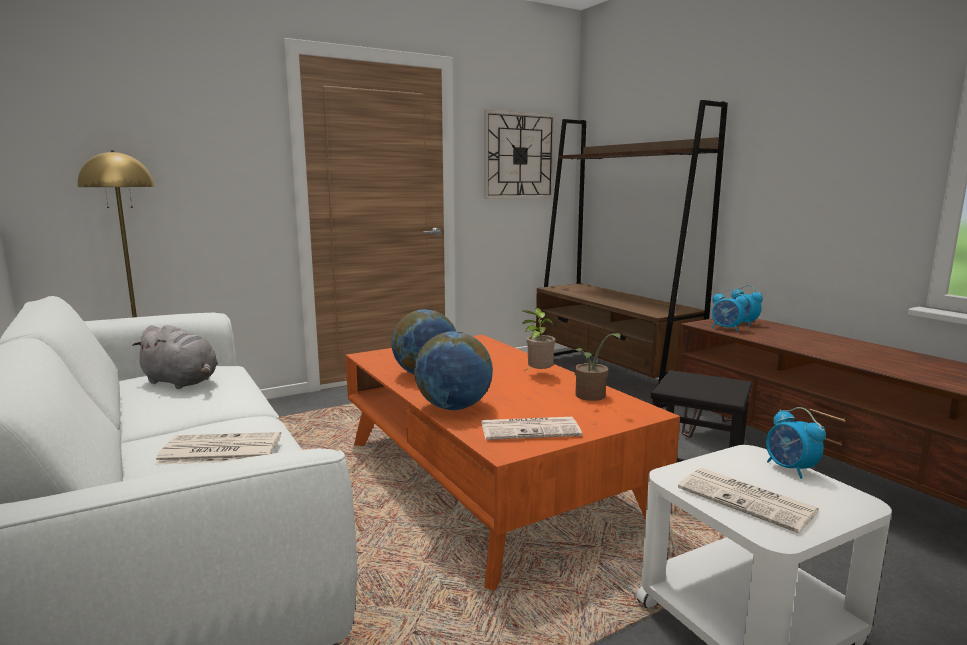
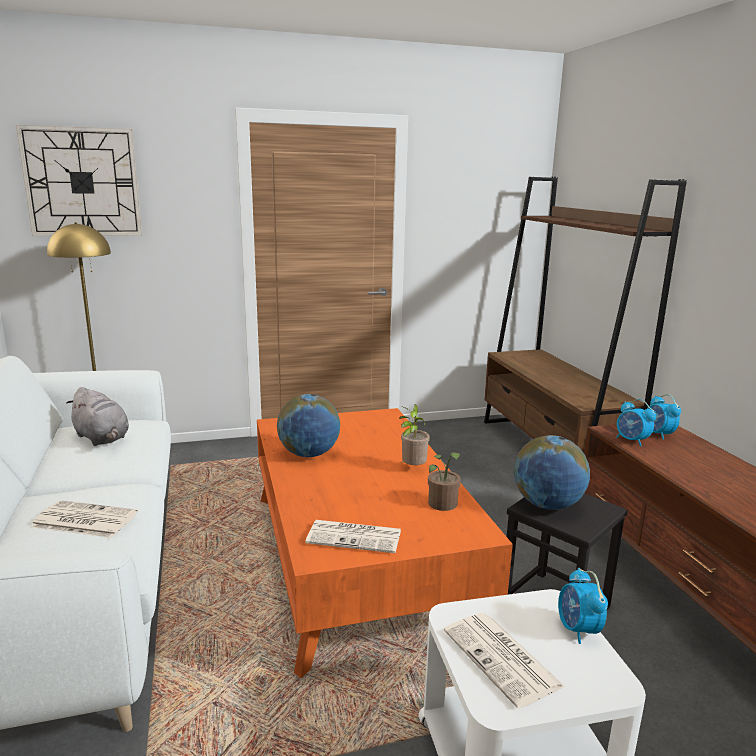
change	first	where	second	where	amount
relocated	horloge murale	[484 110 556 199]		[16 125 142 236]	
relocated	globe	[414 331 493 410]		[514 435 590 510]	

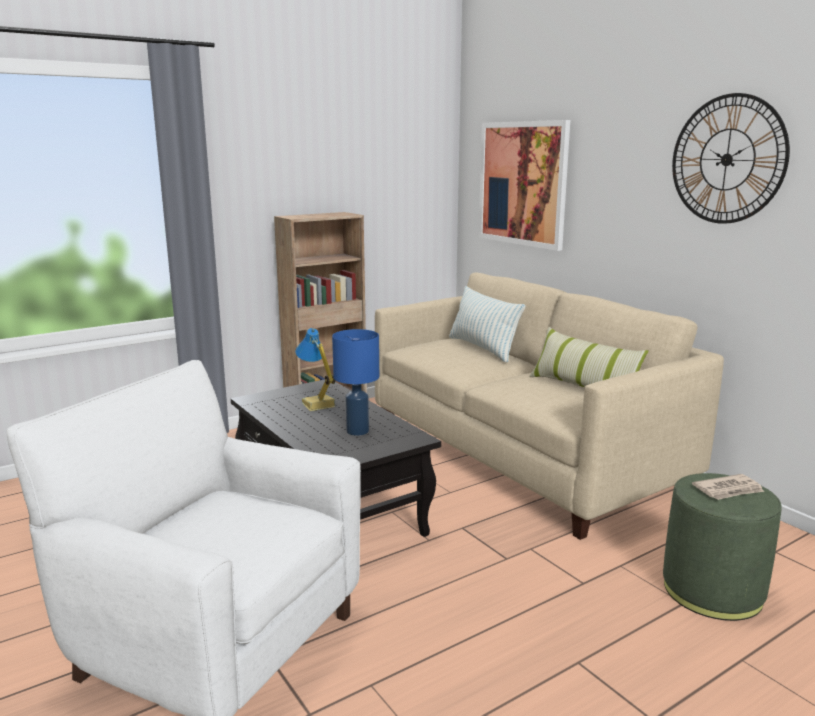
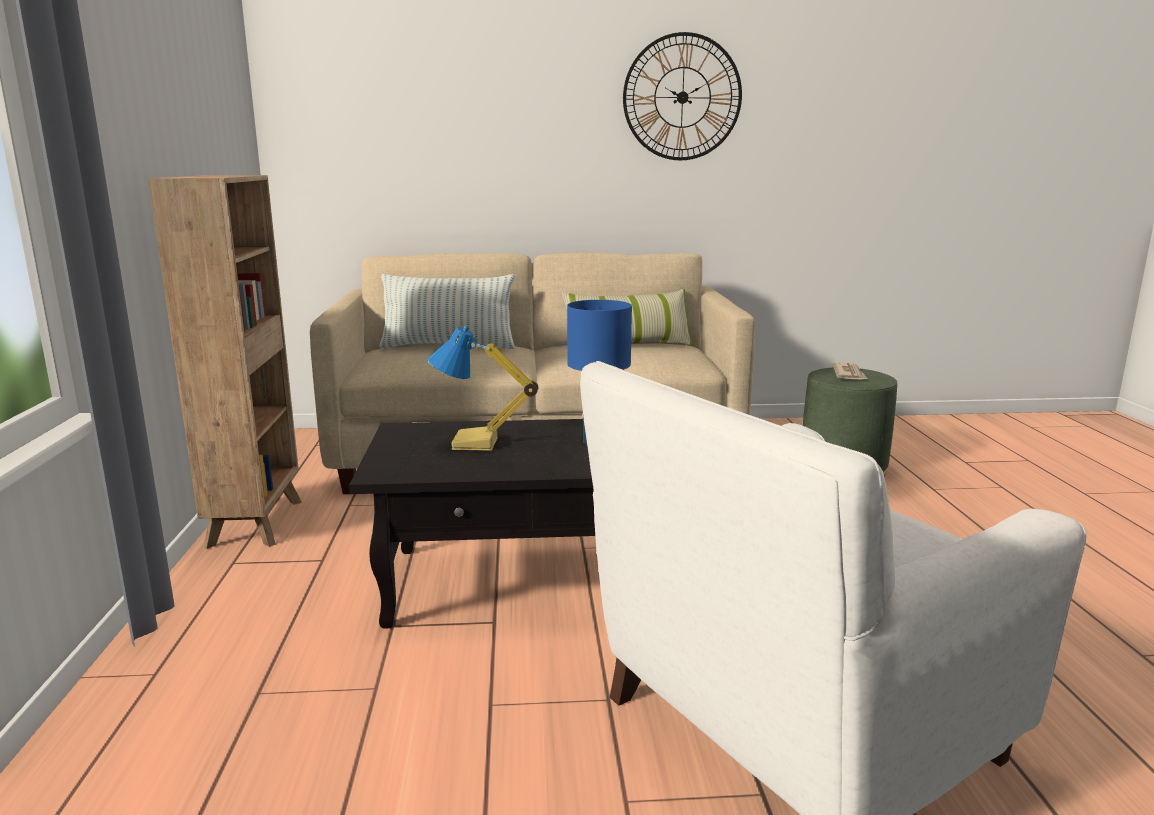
change	first	where	second	where	amount
missing	tableau	[479 120 570 251]			

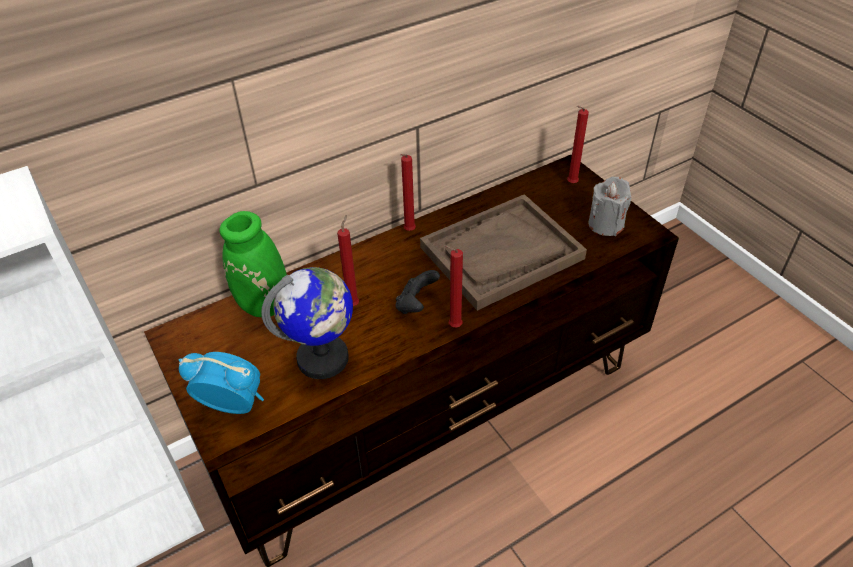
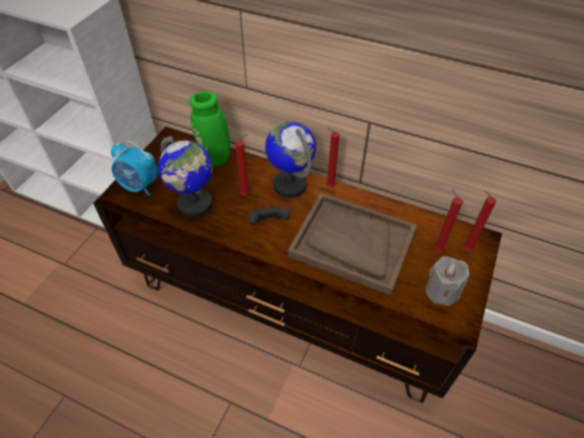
change	first	where	second	where	amount
spun	réveil	[179 352 264 414]		[111 141 158 196]	135 degrees clockwise
appeared			globe	[265 121 316 198]	
relocated	bougie (rouge)	[444 245 463 328]		[434 189 463 252]	

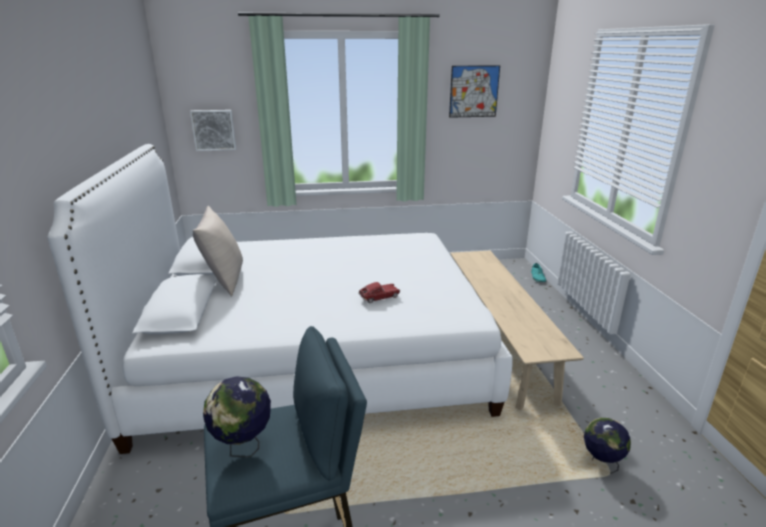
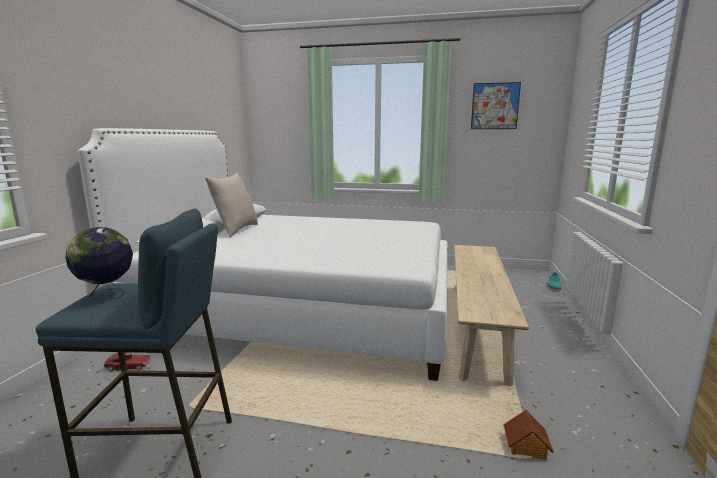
change	first	where	second	where	amount
relocated	petite voiture	[358 282 400 303]		[104 352 151 372]	
exchanged	globe	[584 418 631 474]	maison miniature	[503 410 554 460]	
missing	tableau	[190 110 236 151]			

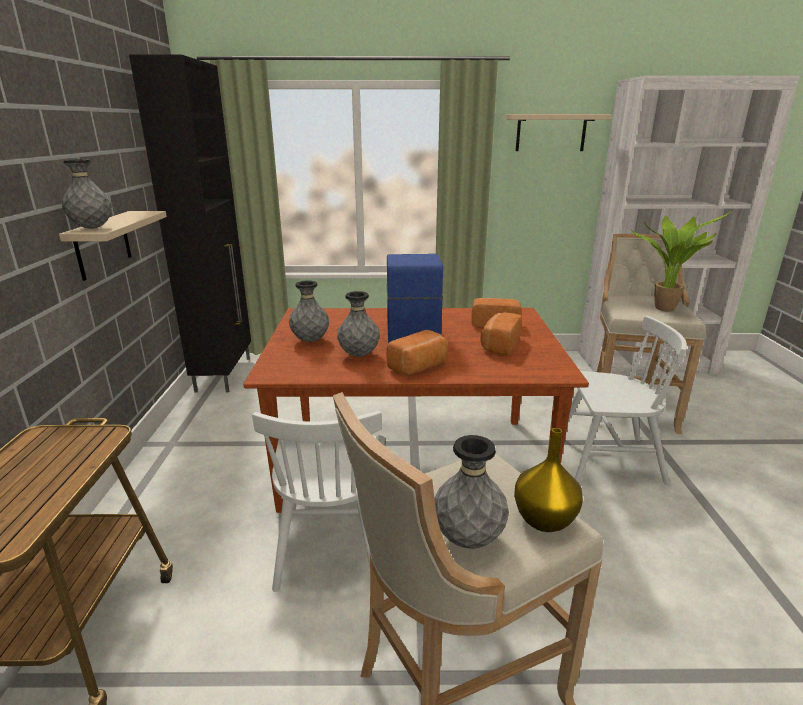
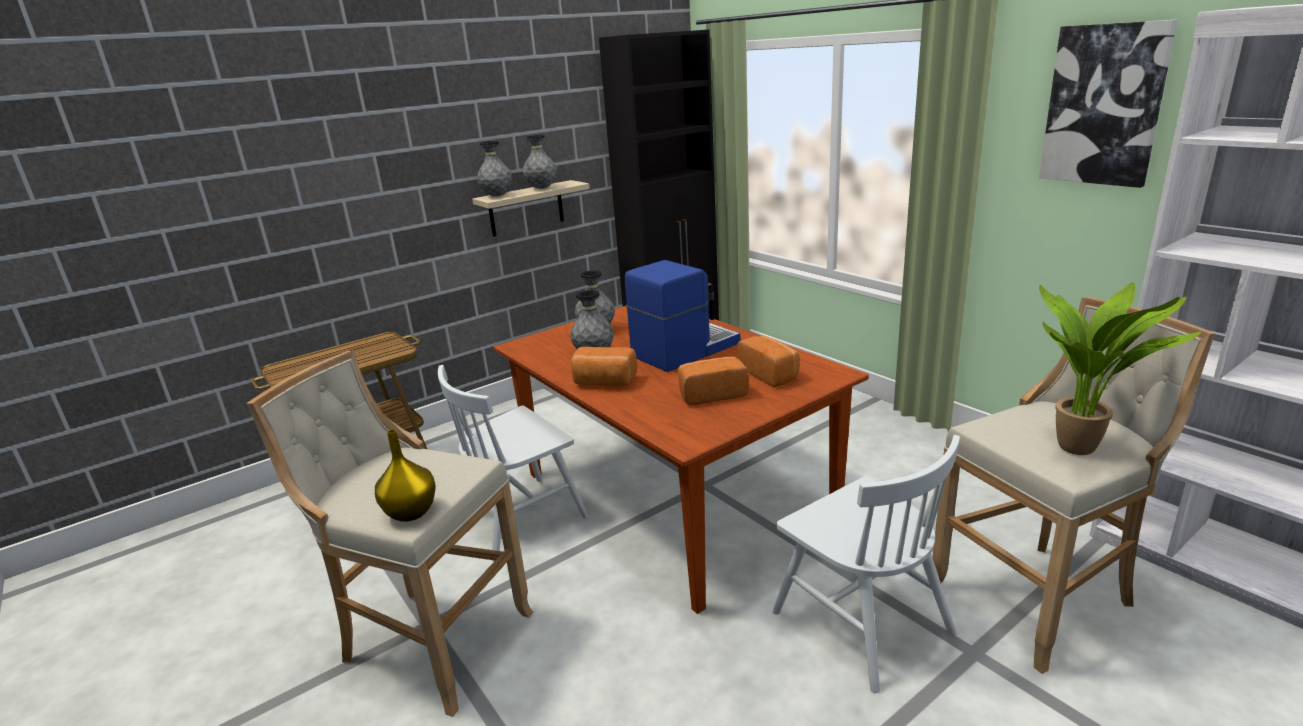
change	first	where	second	where	amount
relocated	vase (gris)	[434 435 509 549]		[523 135 557 189]	
exchanged	étagère (beige)	[505 114 611 151]	tableau	[1039 19 1178 188]	

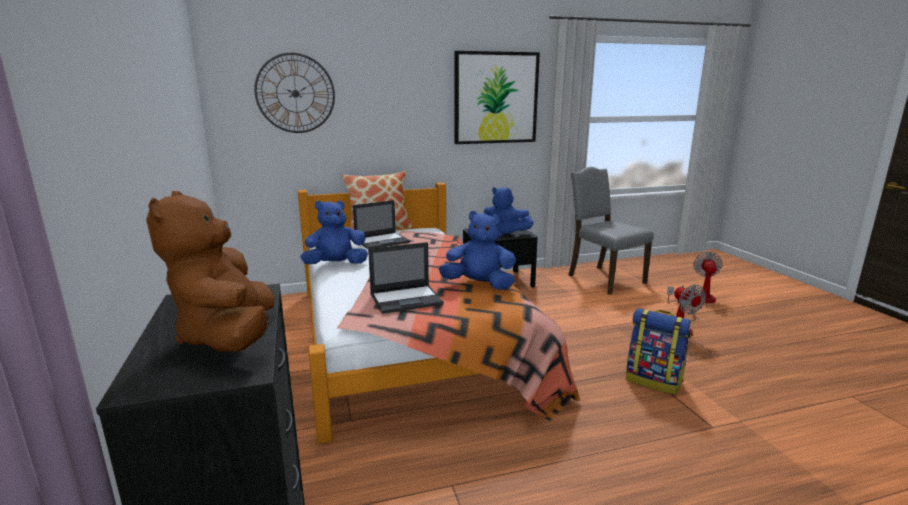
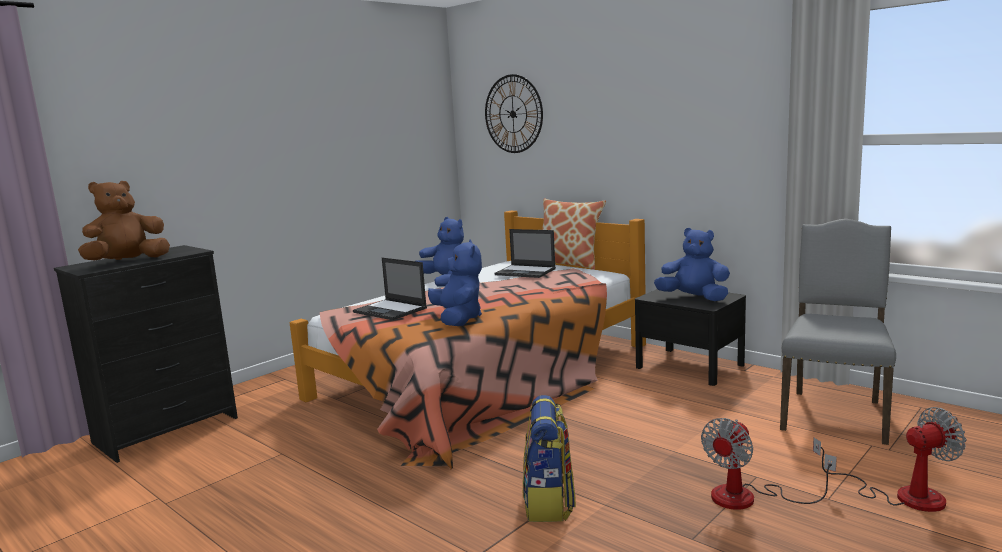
change	first	where	second	where	amount
spun	peluche (bleu)	[484 187 534 237]		[654 228 730 301]	120 degrees clockwise
missing	tableau	[454 51 540 144]			

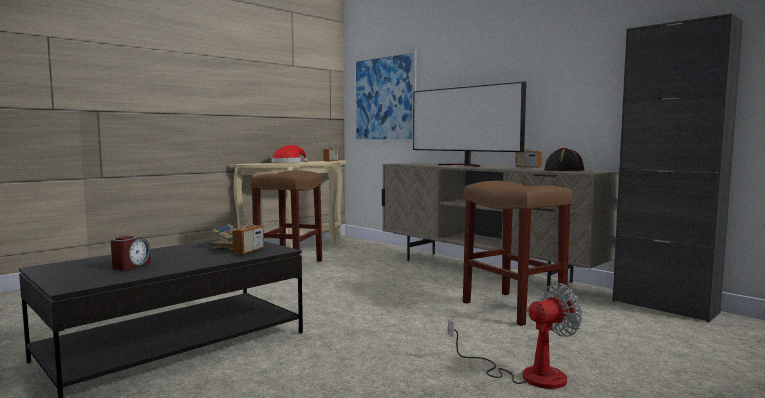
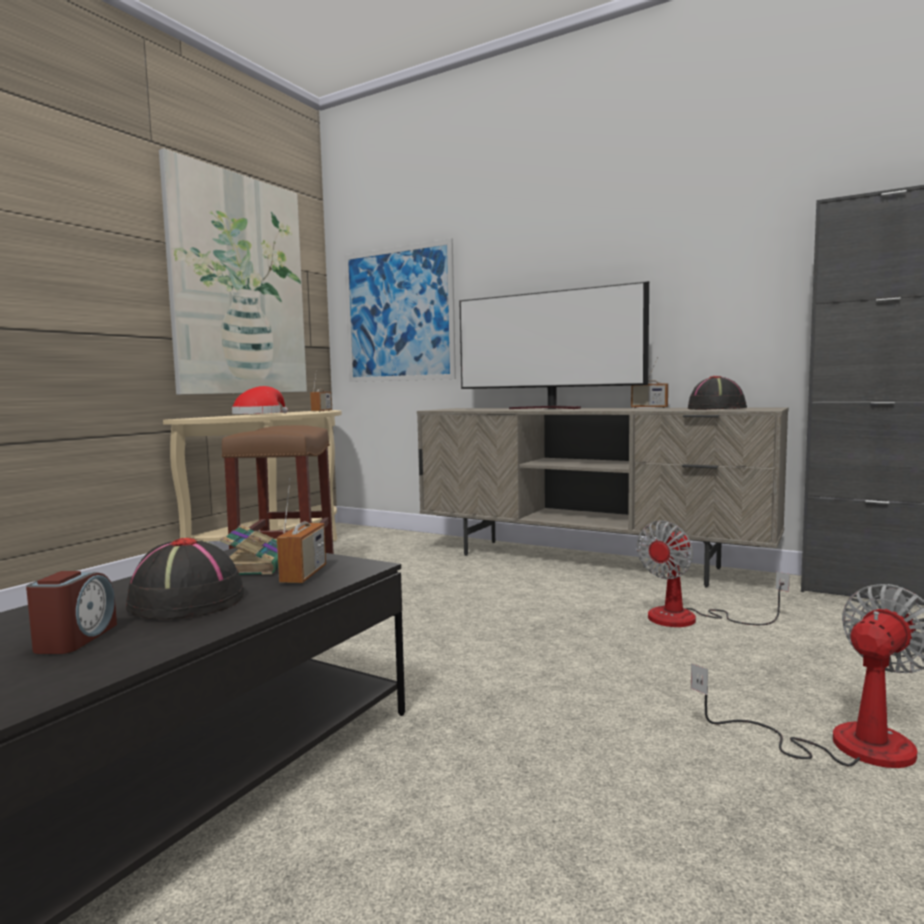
change	first	where	second	where	amount
appeared			chapeau (noir)	[126 538 244 619]	
appeared			tableau	[159 148 307 395]	
exchanged	tabouret (marron)	[463 181 573 326]	ventilateur	[637 520 790 627]	

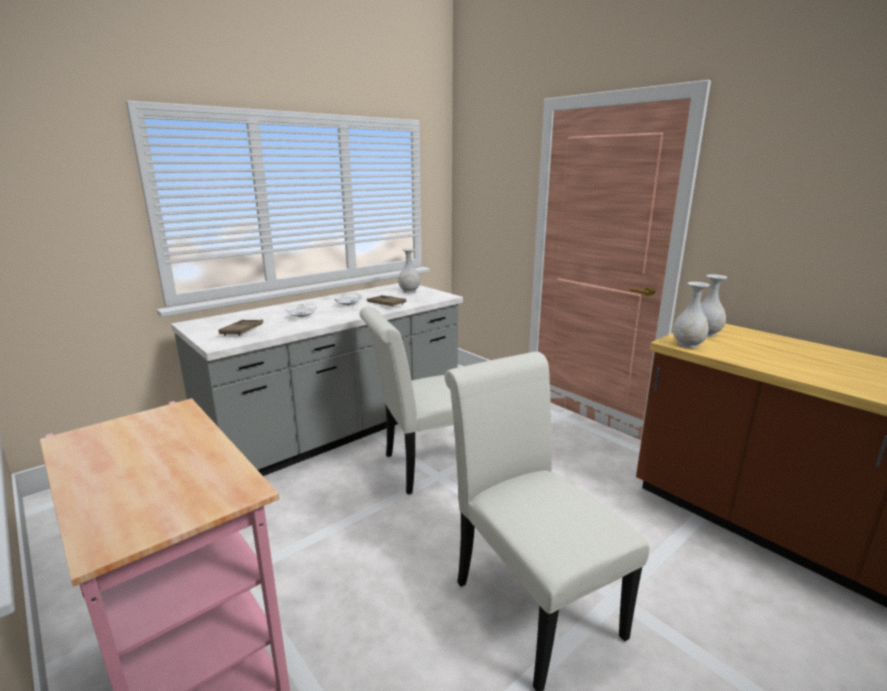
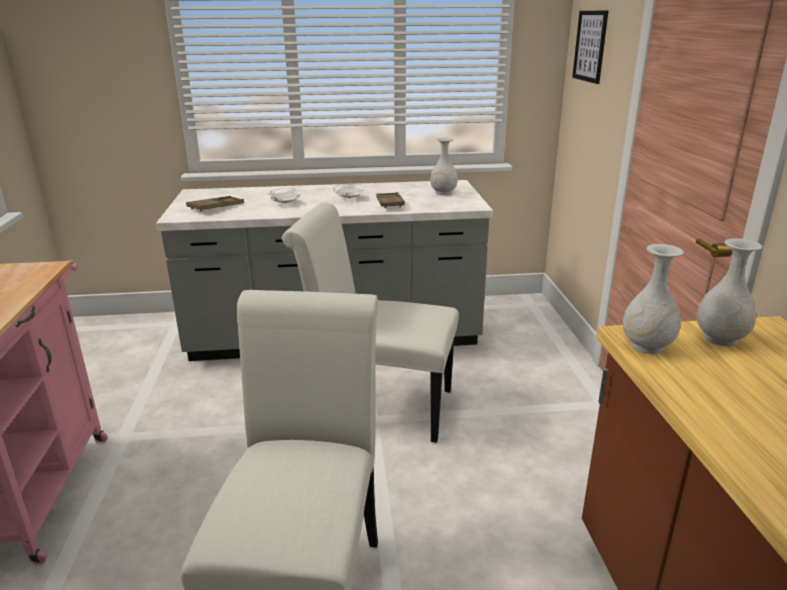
change	first	where	second	where	amount
appeared			tableau	[572 11 608 84]	

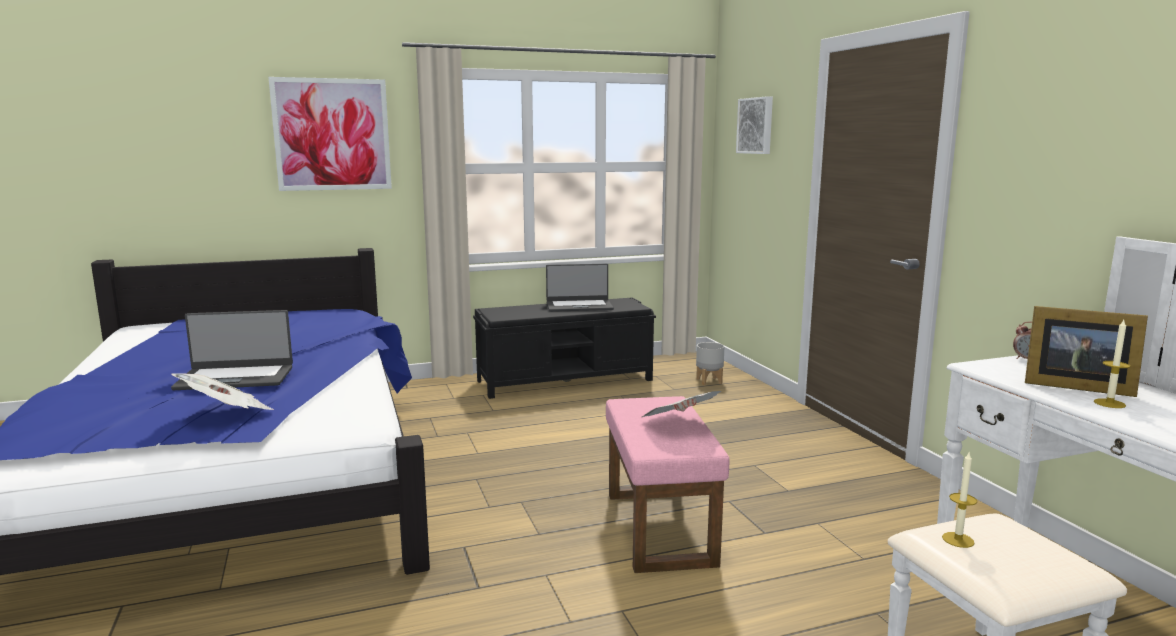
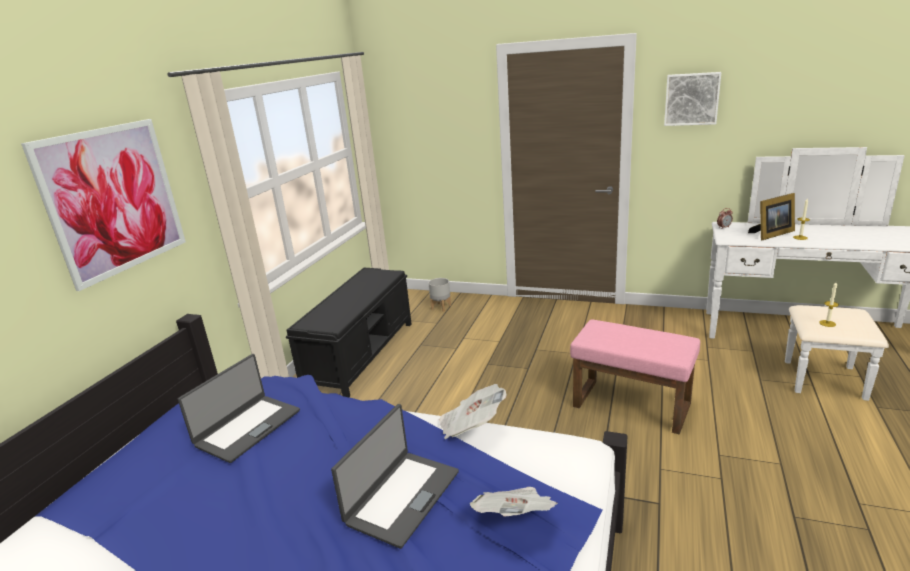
change	first	where	second	where	amount
relocated	ordinateur portable	[546 264 614 312]		[178 354 300 463]	
relocated	journal	[642 391 721 417]		[439 384 506 439]	
relocated	tableau	[736 96 773 154]		[664 72 721 126]	

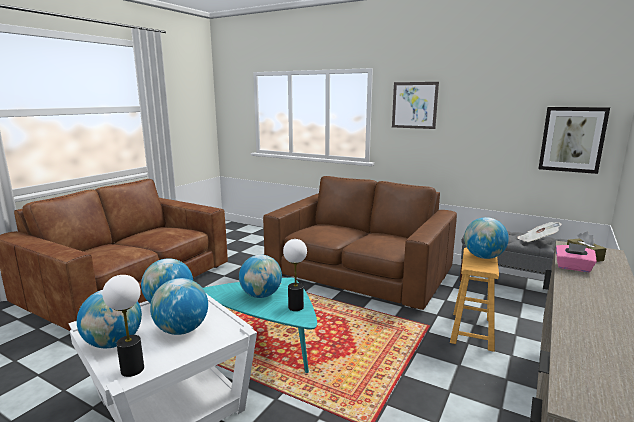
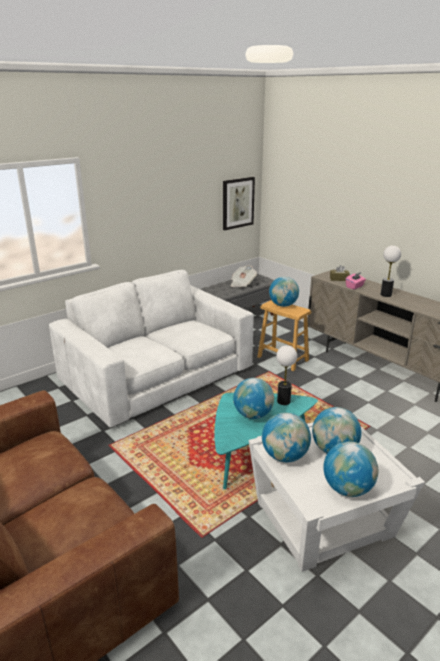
change	first	where	second	where	amount
colour	canapé (marron)	[263 176 457 310]	canapé (blanc)	[49 270 254 427]	
relocated	lampe de table	[102 275 144 377]		[380 245 401 297]	
missing	tableau	[392 82 439 129]			

